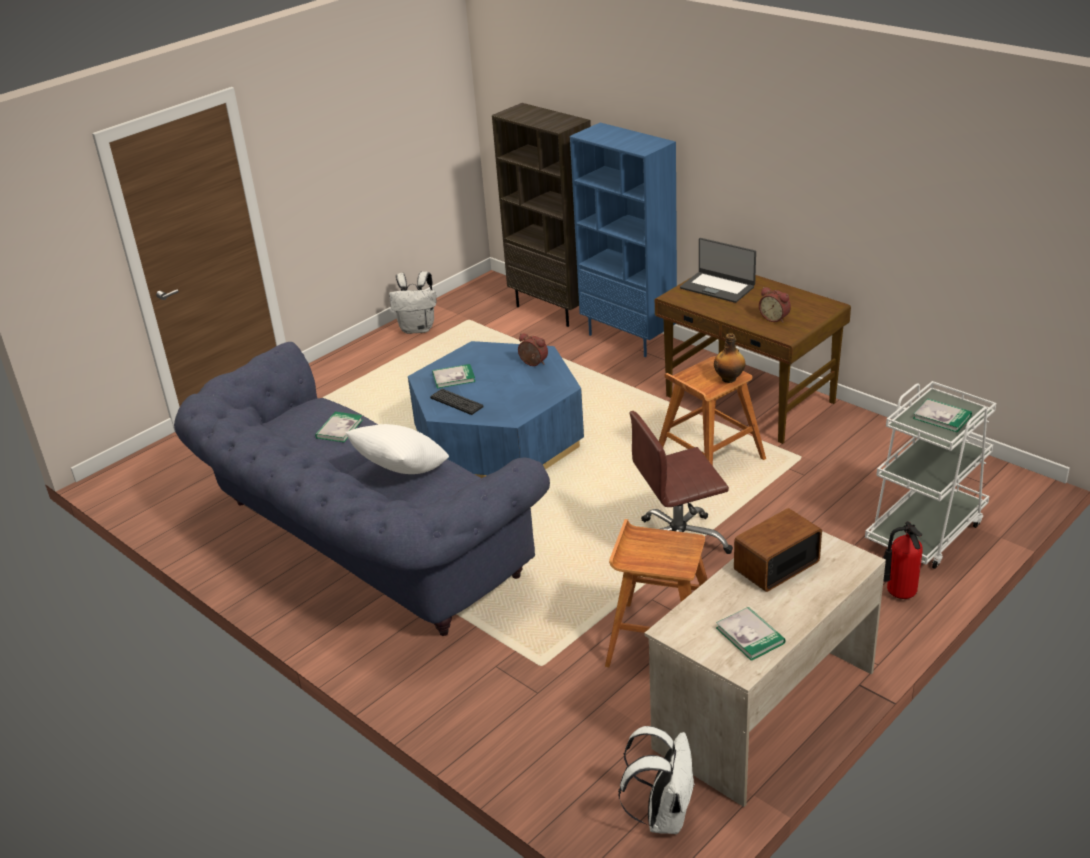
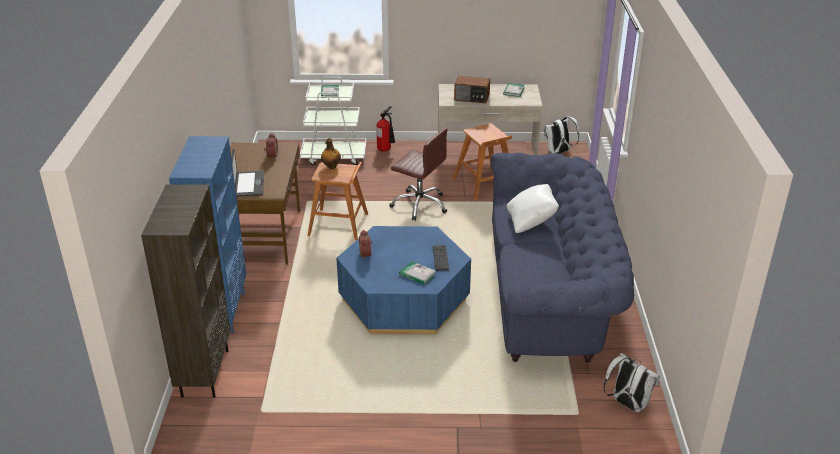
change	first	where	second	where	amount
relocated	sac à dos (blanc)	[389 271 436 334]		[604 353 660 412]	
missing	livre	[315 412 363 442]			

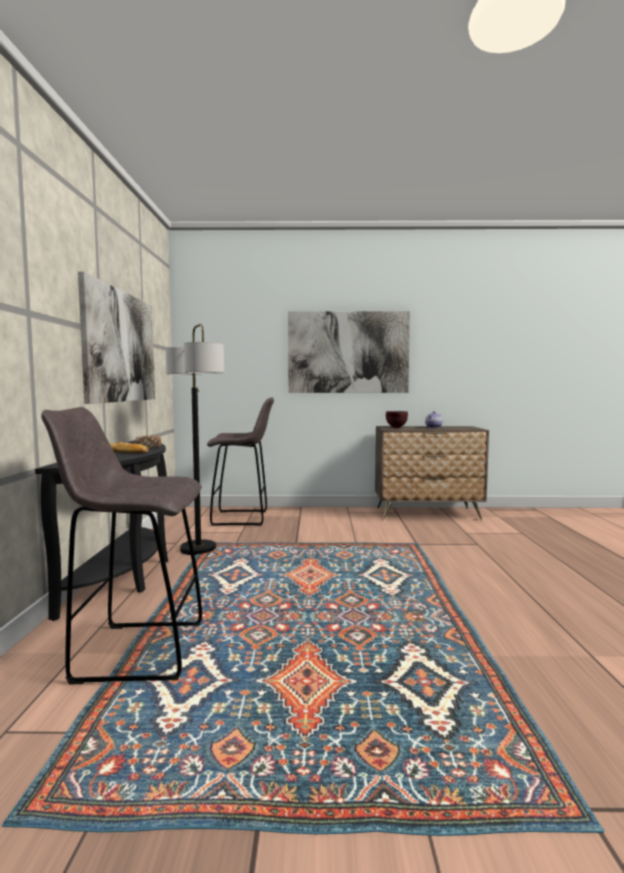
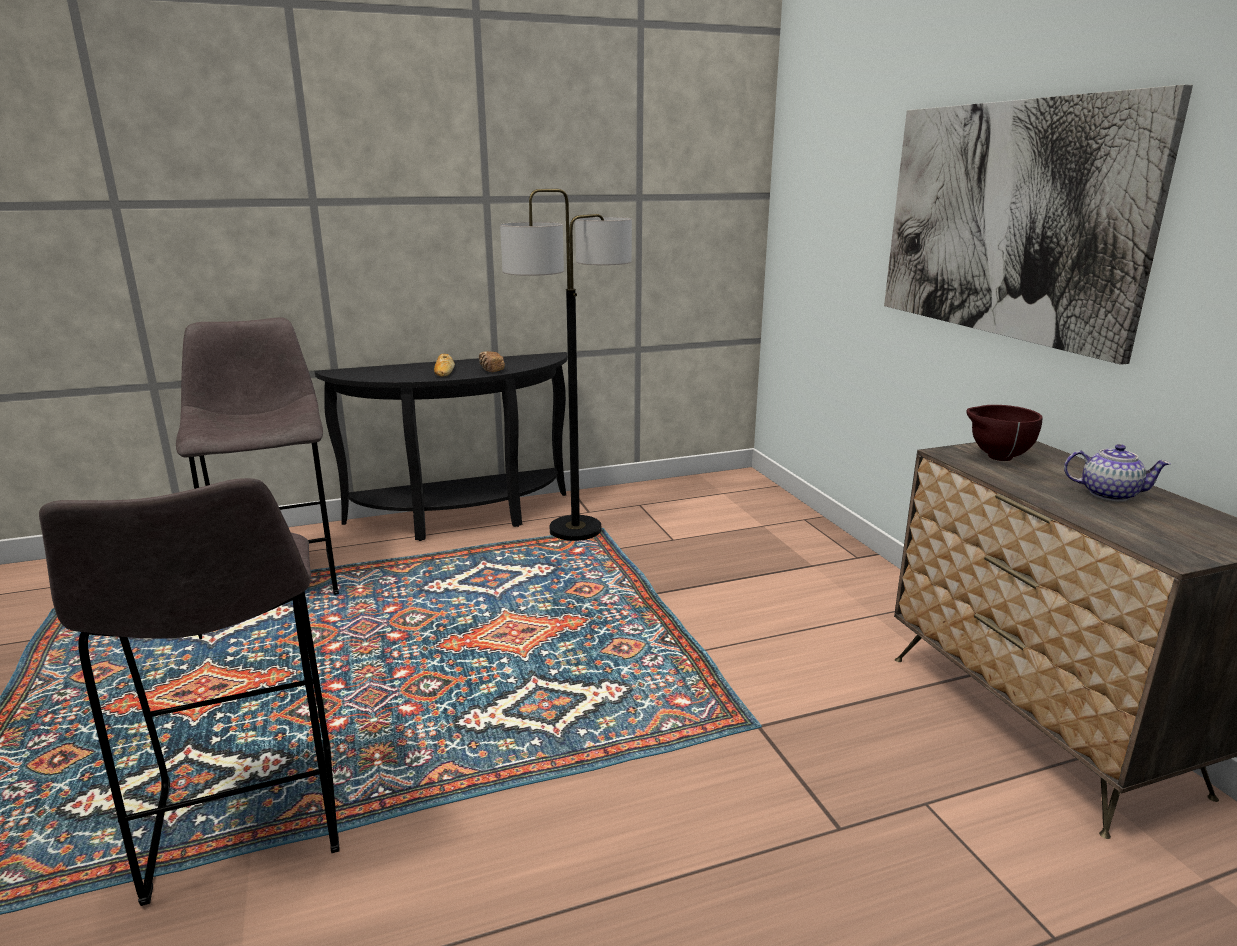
change	first	where	second	where	amount
relocated	tabouret (gris)	[207 397 274 526]		[39 478 340 906]	
missing	tableau	[78 272 155 404]			

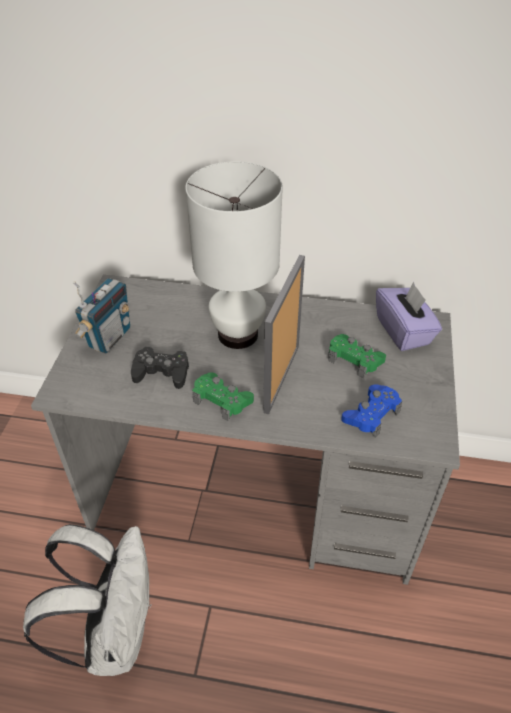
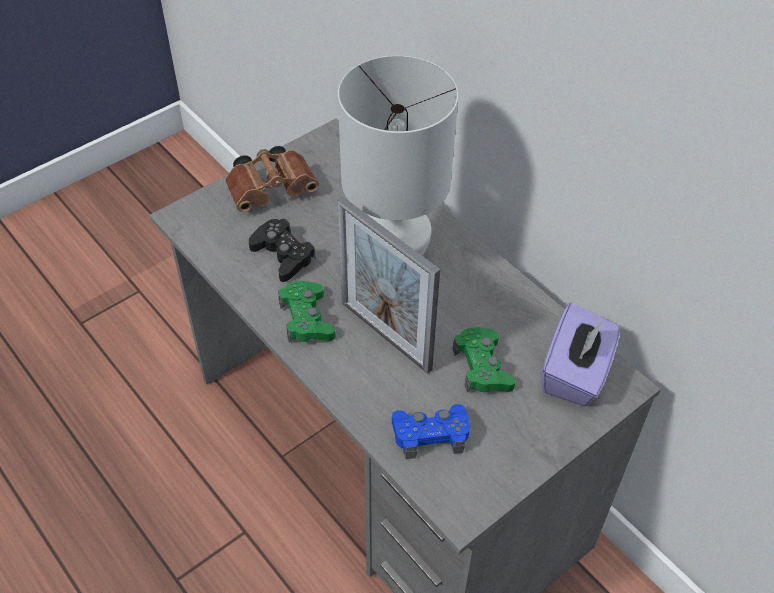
change	first	where	second	where	amount
exchanged	radio	[73 278 130 354]	jumelles (marron)	[225 146 319 212]	
spun	cadre photo	[263 255 305 414]		[337 197 440 374]	105 degrees counterclockwise
missing	sac à dos (blanc)	[23 524 152 676]			

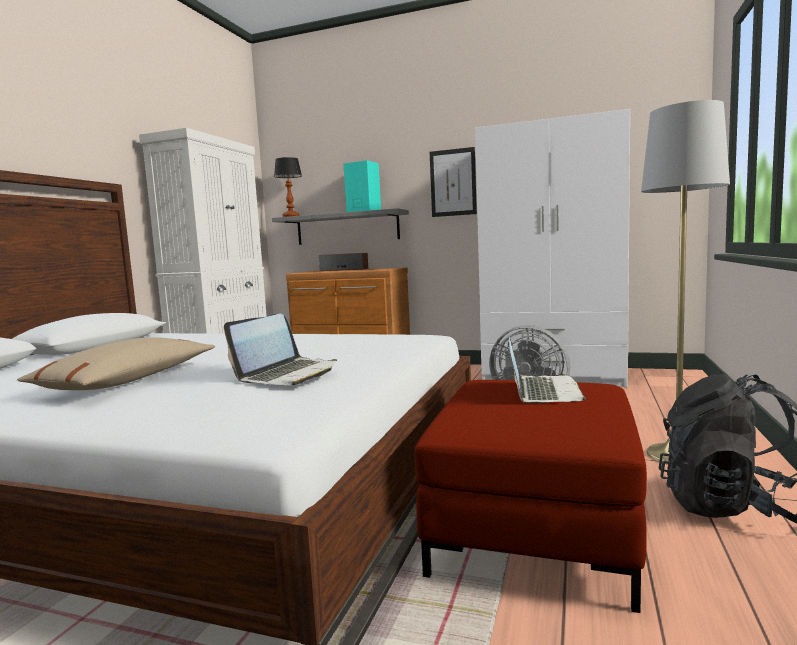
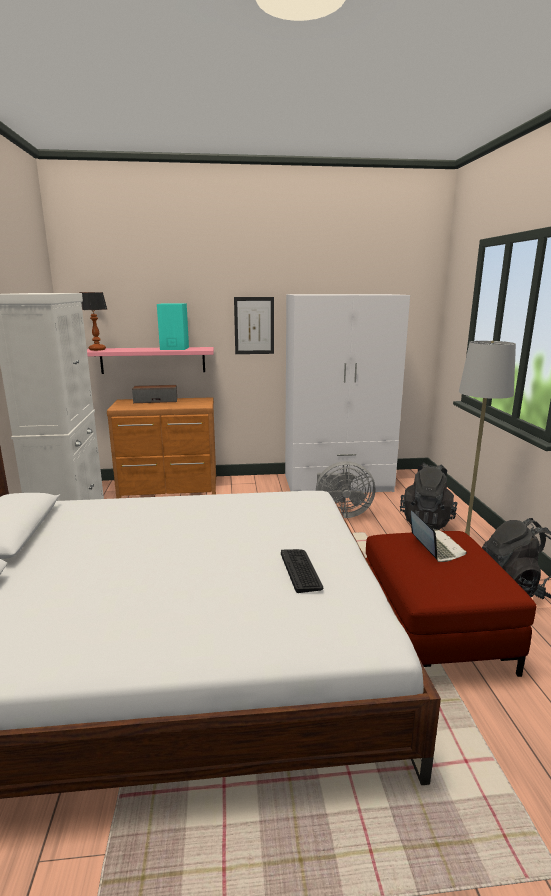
change	first	where	second	where	amount
colour	étagère (gris)	[272 208 409 245]	étagère (rose)	[87 347 214 374]	
exchanged	ordinateur portable	[224 314 337 386]	clavier	[281 549 323 593]	
appeared			sac à dos (noir)	[400 463 458 530]	
missing	coussin (beige)	[17 337 215 390]			

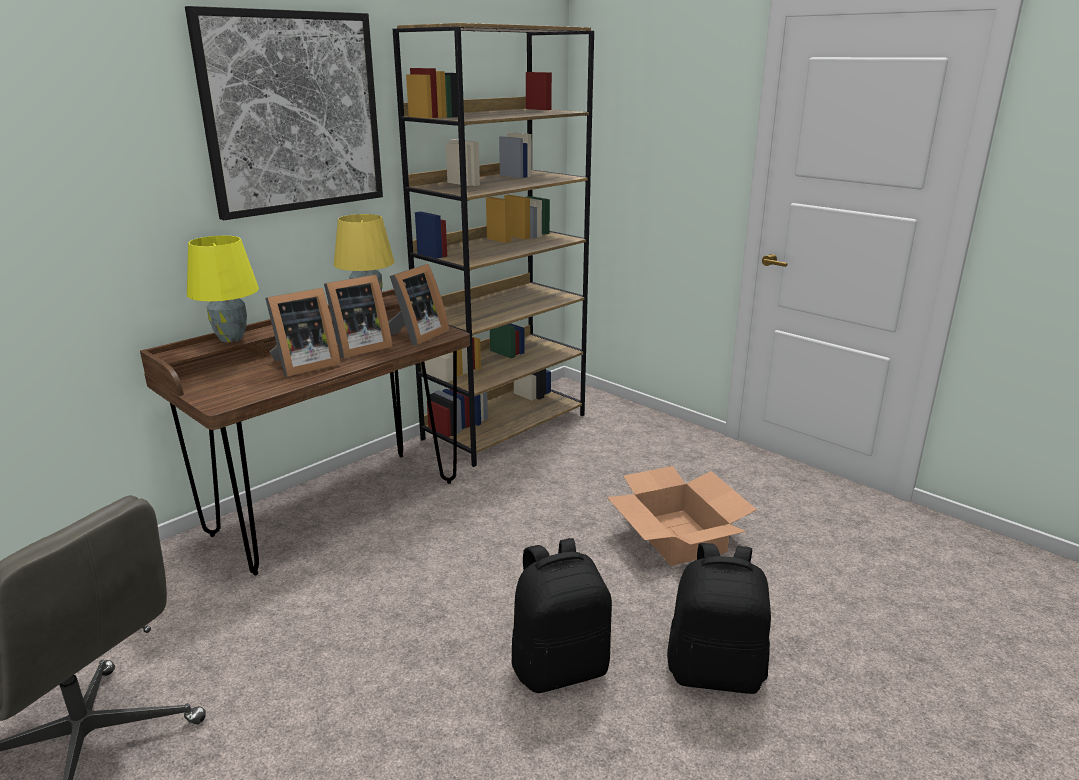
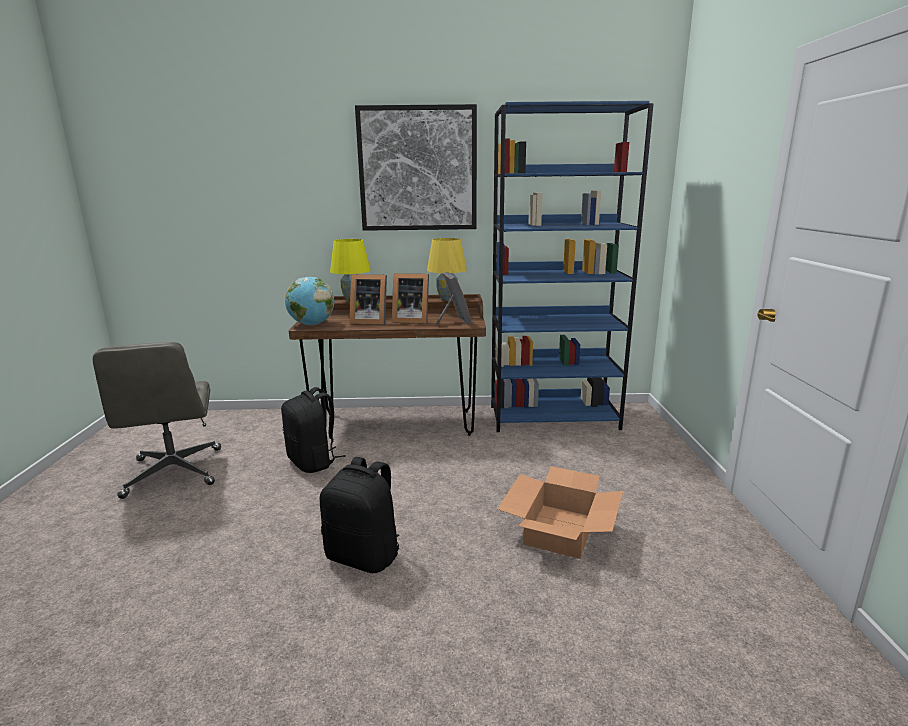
change	first	where	second	where	amount
relocated	sac à dos (noir)	[667 543 771 694]		[281 387 346 473]	
appeared			globe	[285 277 334 325]	
spun	cadre photo	[388 264 449 346]		[435 272 471 326]	90 degrees counterclockwise
colour	bibliothèque (marron)	[393 23 594 467]	bibliothèque (bleu)	[491 101 653 432]	

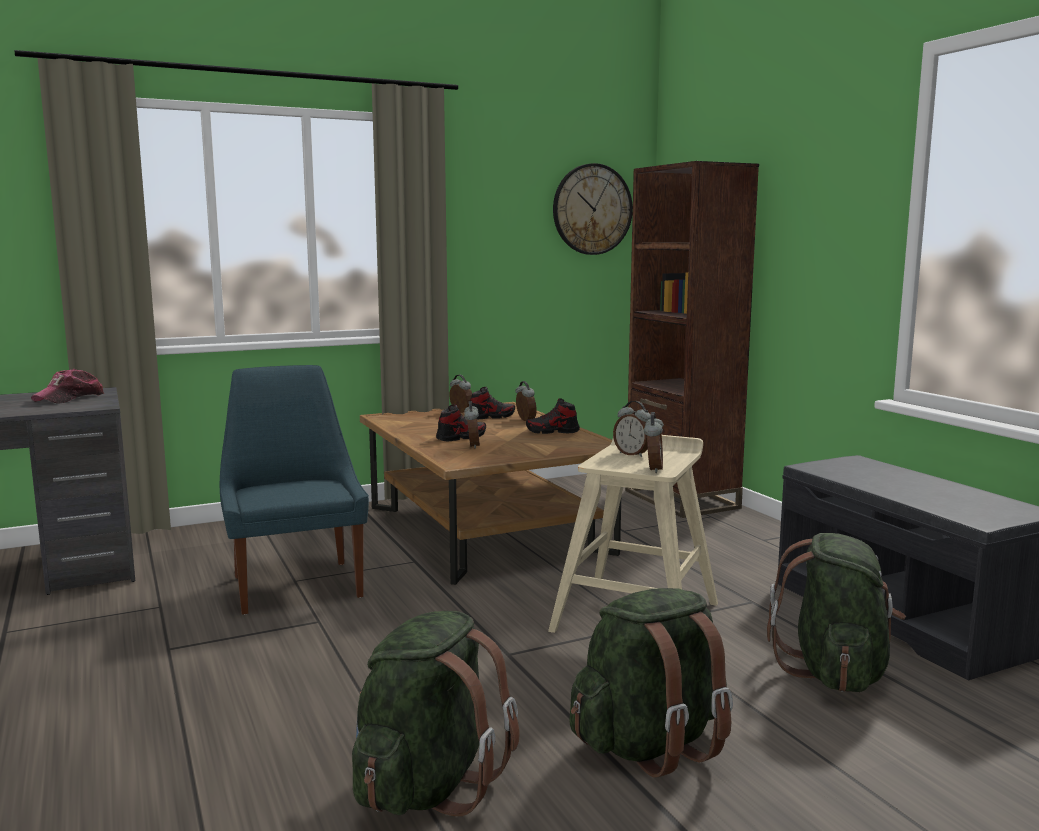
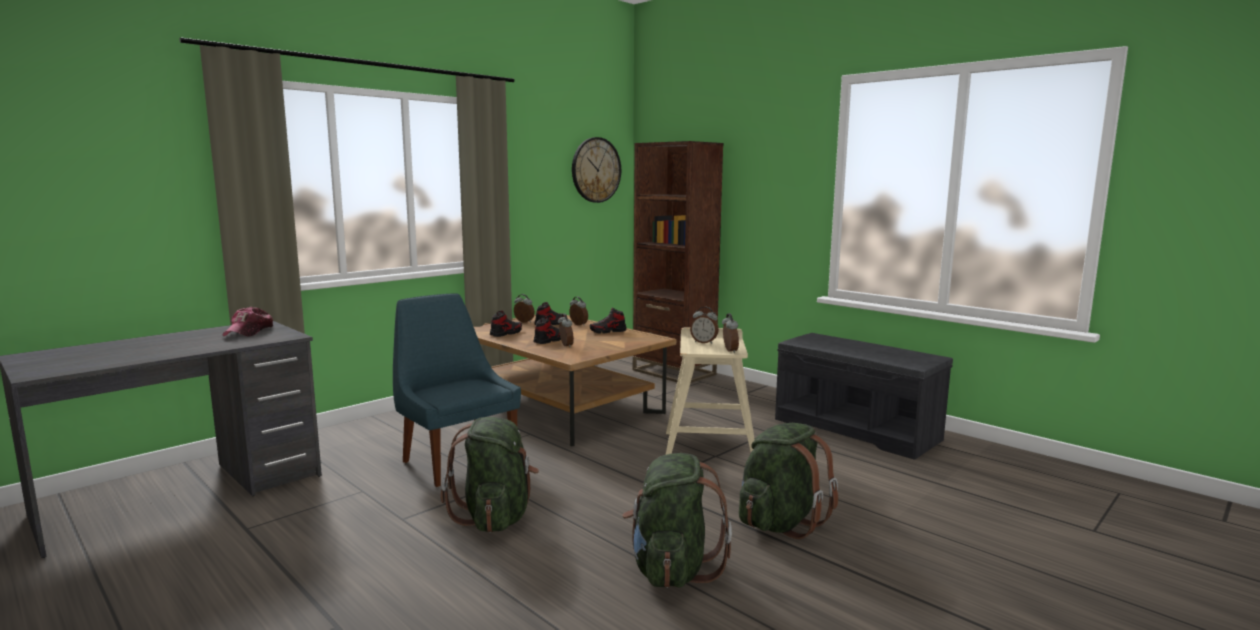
change	first	where	second	where	amount
relocated	sac à dos (vert)	[767 533 906 692]		[441 417 539 533]	
appeared			chaussure	[490 310 522 337]	

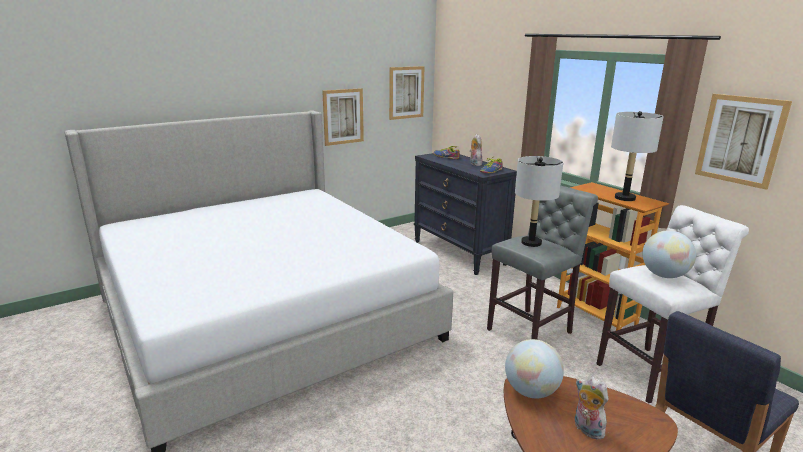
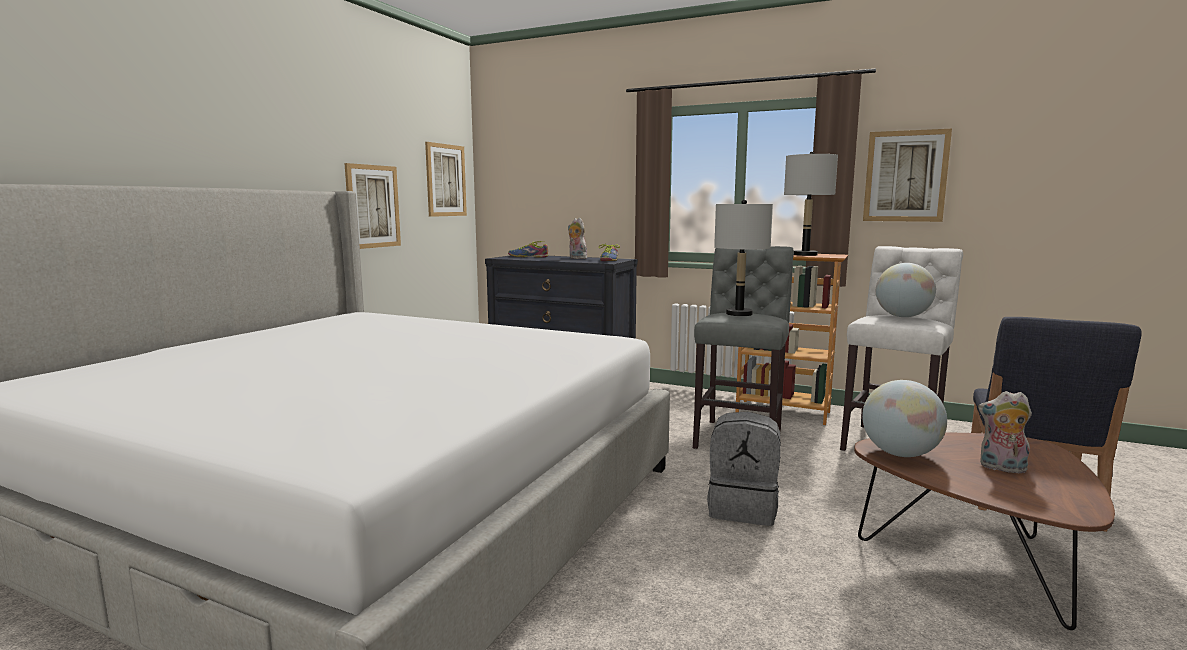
change	first	where	second	where	amount
appeared			sac à dos (gris)	[707 412 781 526]	

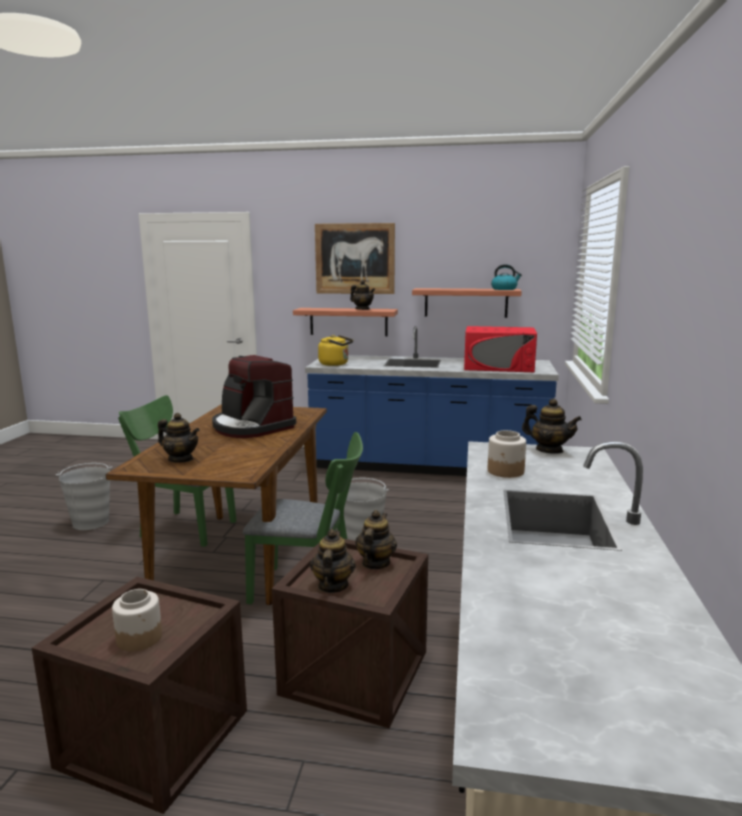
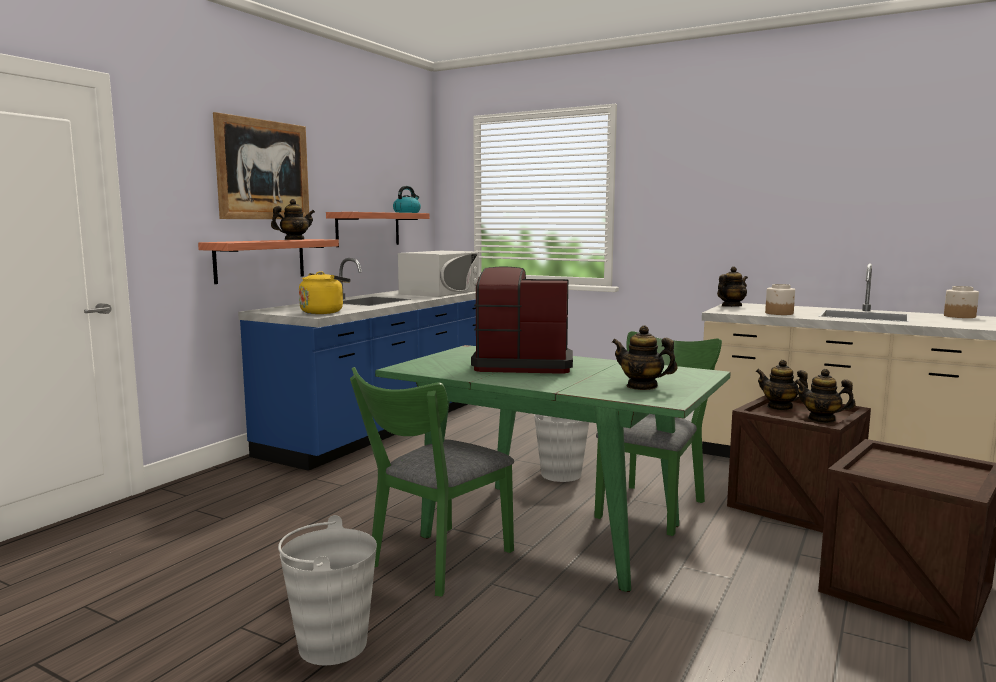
change	first	where	second	where	amount
colour	table à manger (marron)	[106 404 327 605]	table à manger (vert)	[375 345 731 592]	
colour	micro-ondes (rouge)	[464 326 537 372]	micro-ondes (blanc)	[398 251 479 297]	
spun	machine à café	[212 355 296 438]		[471 267 573 374]	150 degrees counterclockwise
spun	théière	[158 413 200 463]		[612 325 678 390]	105 degrees counterclockwise
relocated	bocal	[112 589 162 651]		[944 286 979 318]	

